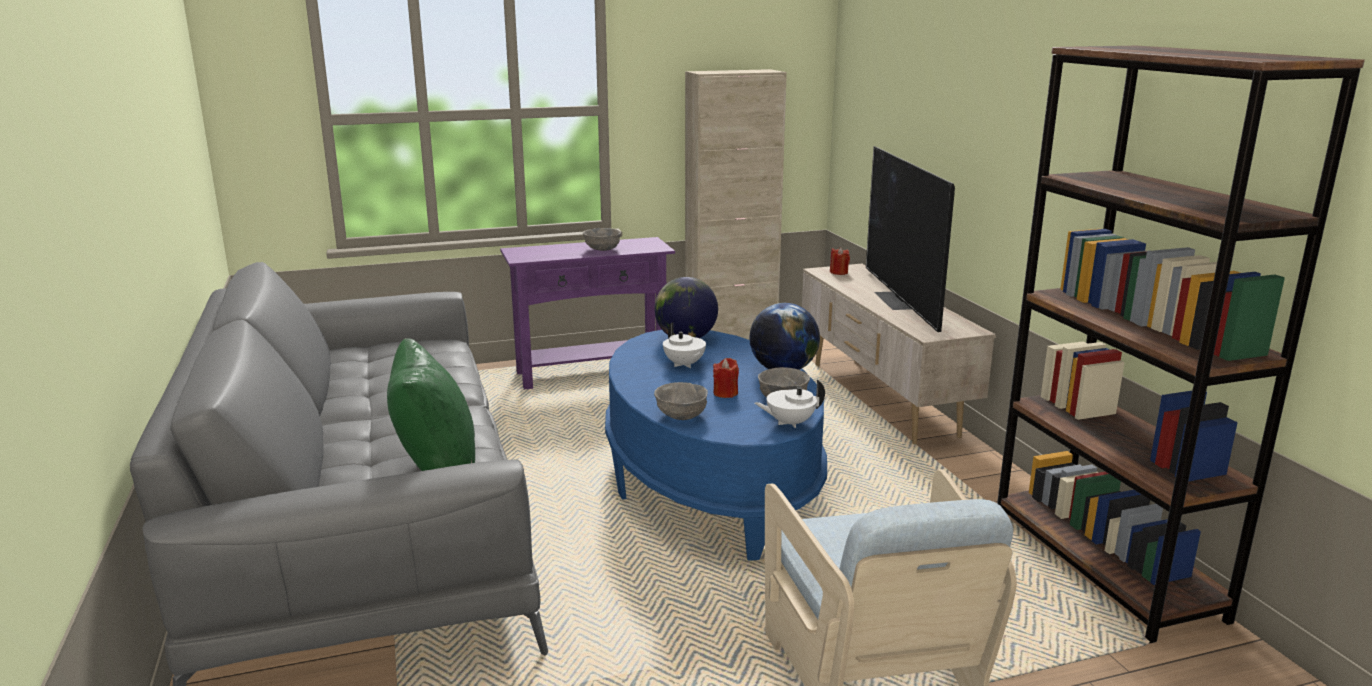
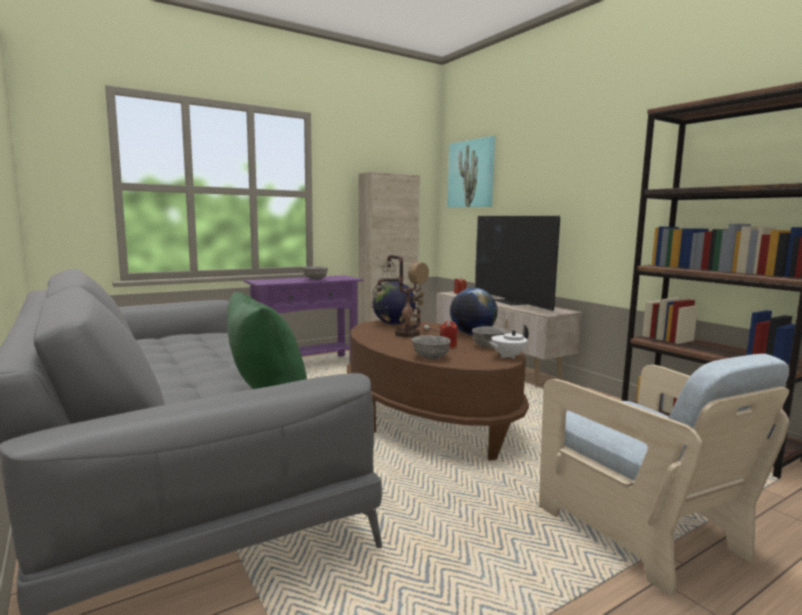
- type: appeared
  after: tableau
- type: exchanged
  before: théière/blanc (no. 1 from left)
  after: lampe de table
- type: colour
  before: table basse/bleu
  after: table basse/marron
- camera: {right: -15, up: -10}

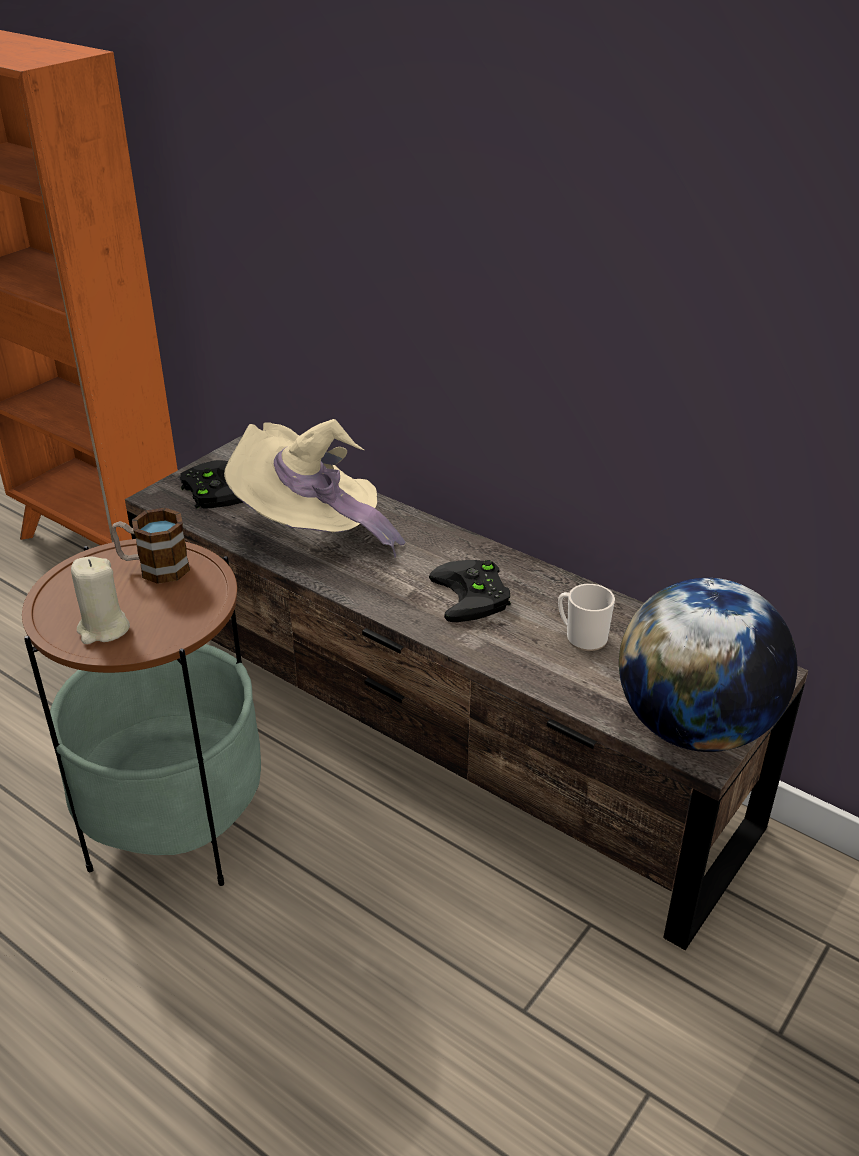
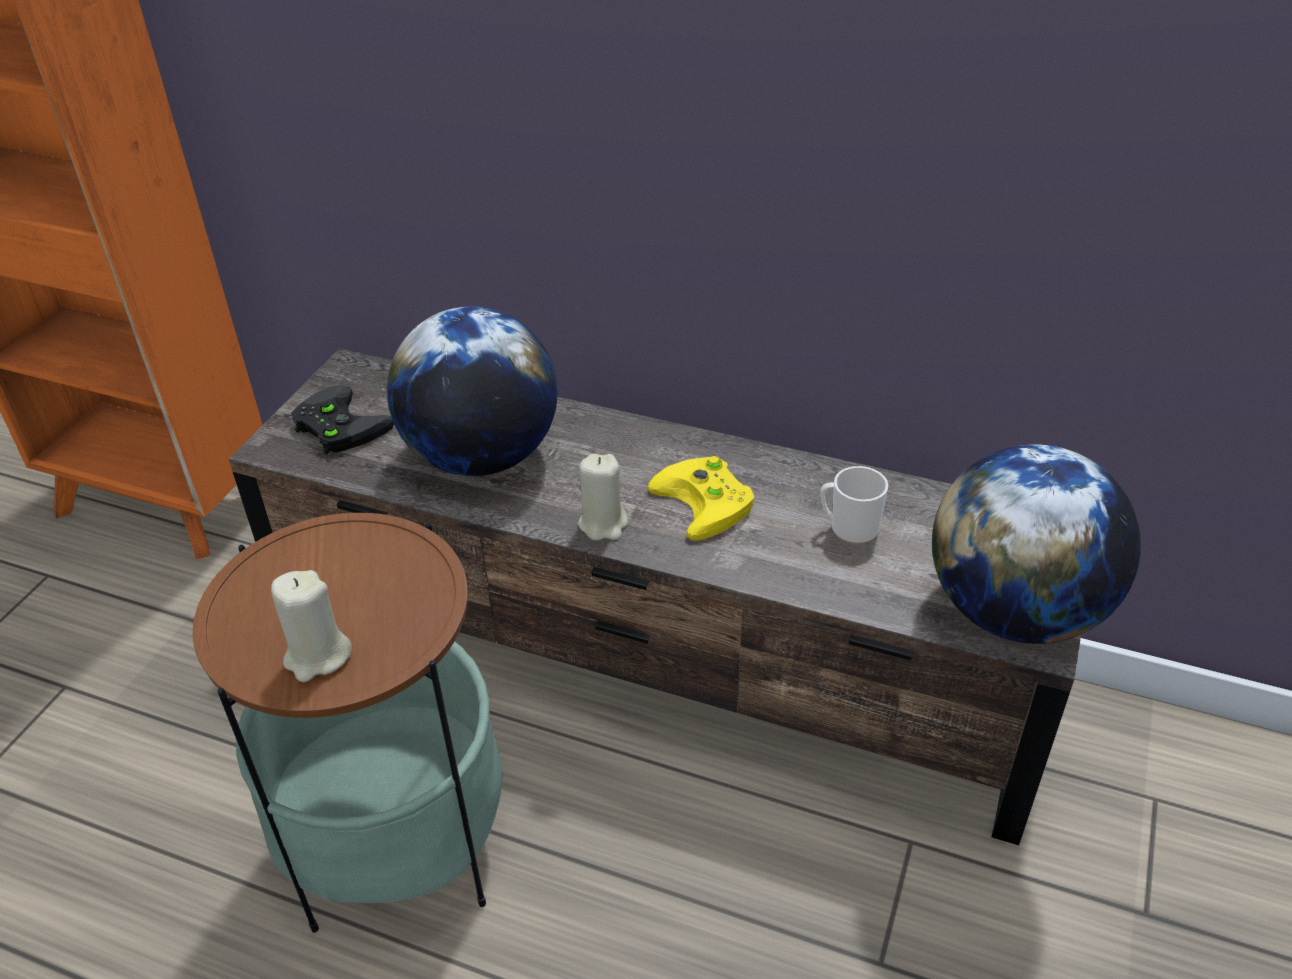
- type: missing
  before: mug (no. 1 from left)
- type: appeared
  after: bougie/beige (no. 2 from left)
- type: exchanged
  before: chapeau/beige
  after: globe (no. 1 from left)
- type: colour
  before: manette/noir (no. 2 from left)
  after: manette/jaune
- camera: {right: -15, up: 5}

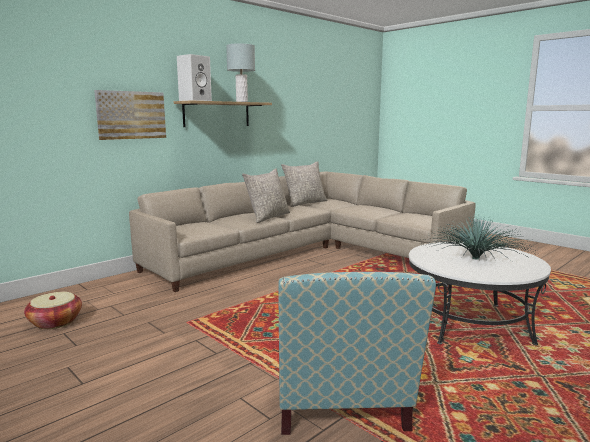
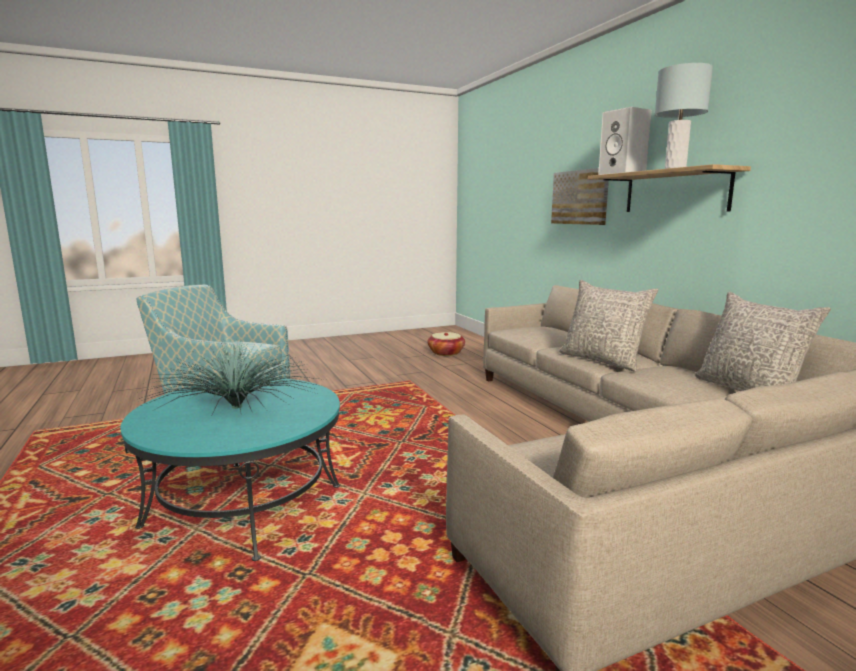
- type: colour
  before: table basse/blanc
  after: table basse/turquoise
- camera: {right: 110, up: 0}

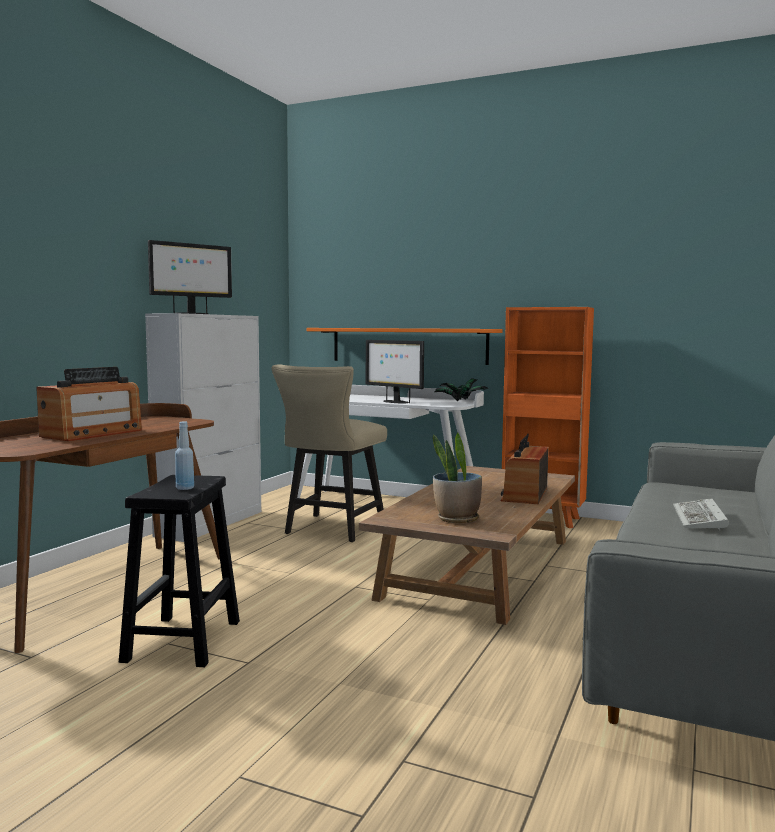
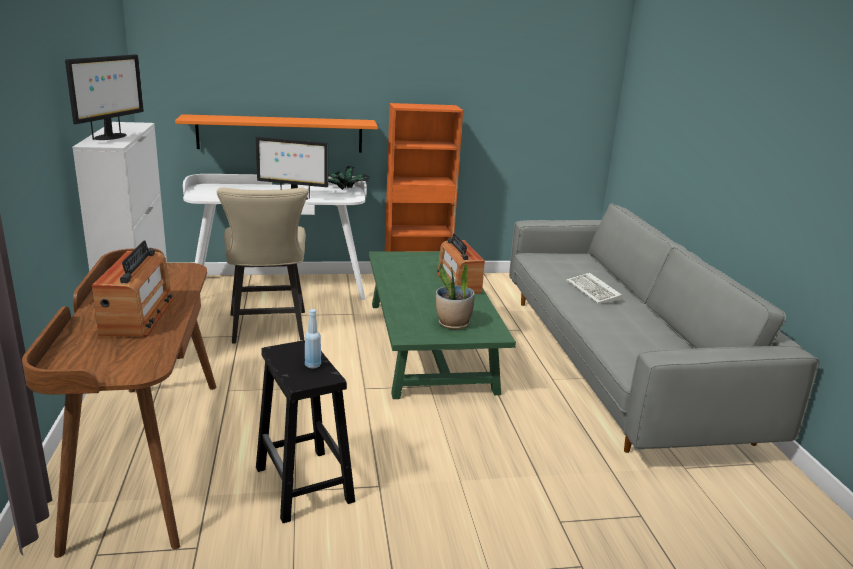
- type: colour
  before: table basse/marron
  after: table basse/vert
- camera: {right: -35, up: 15}

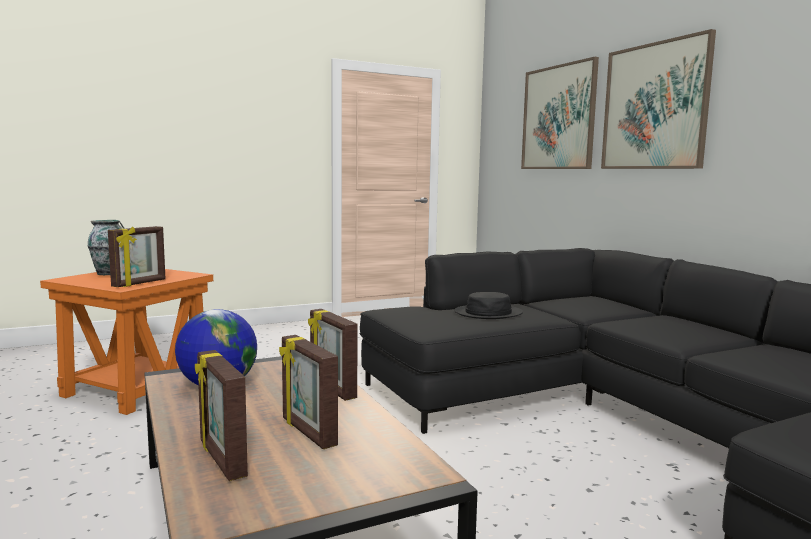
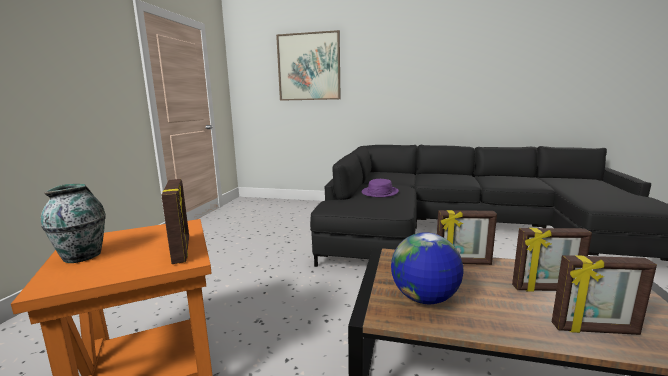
- type: missing
  before: tableau (no. 2 from left)
- type: colour
  before: chapeau/noir
  after: chapeau/violet
- camera: {right: -50, up: 5}

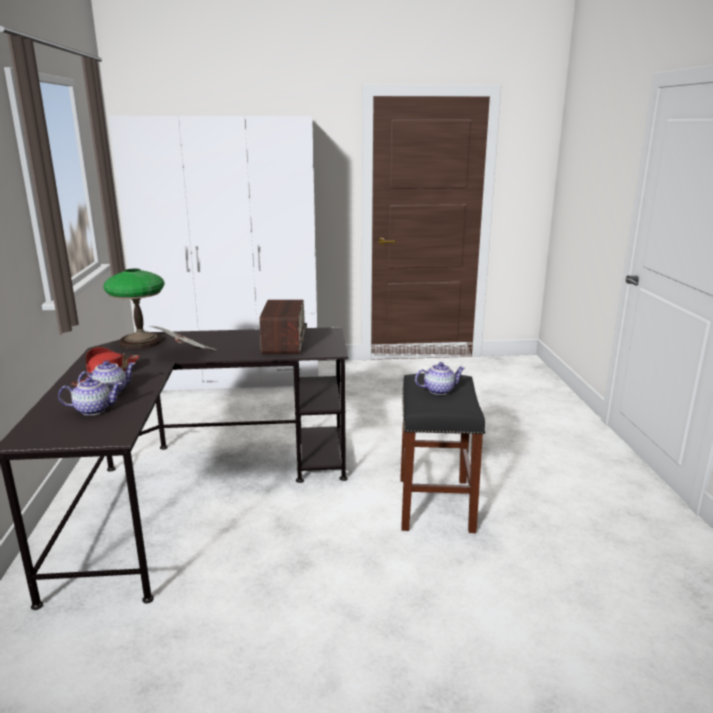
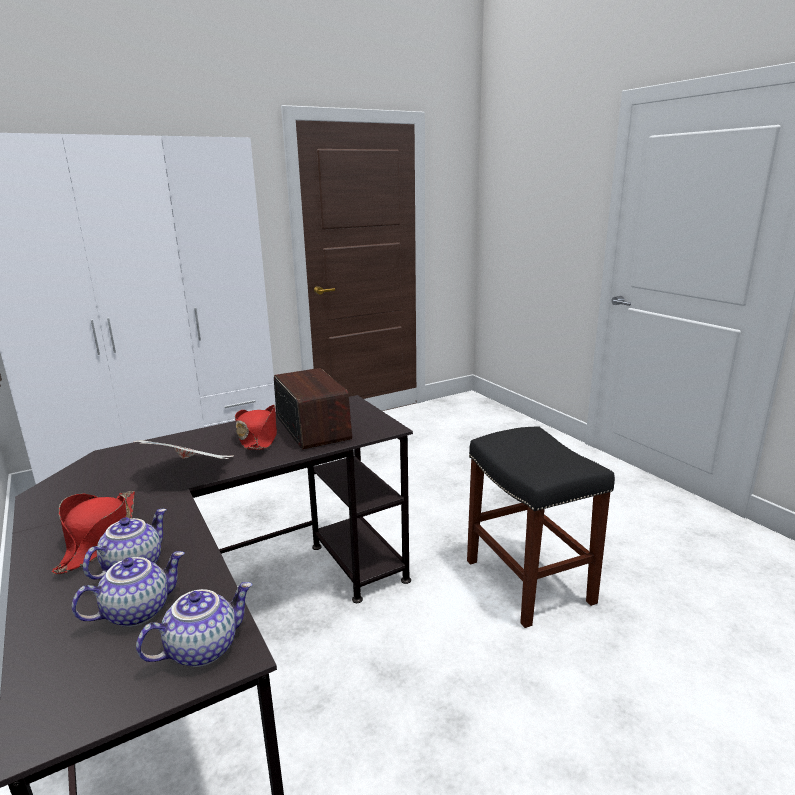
- type: missing
  before: lampe de table
- type: appeared
  after: chapeau/rouge (no. 2 from left)
- type: relocated
  before: théière (no. 3 from left)
- camera: {right: -25, up: 0}

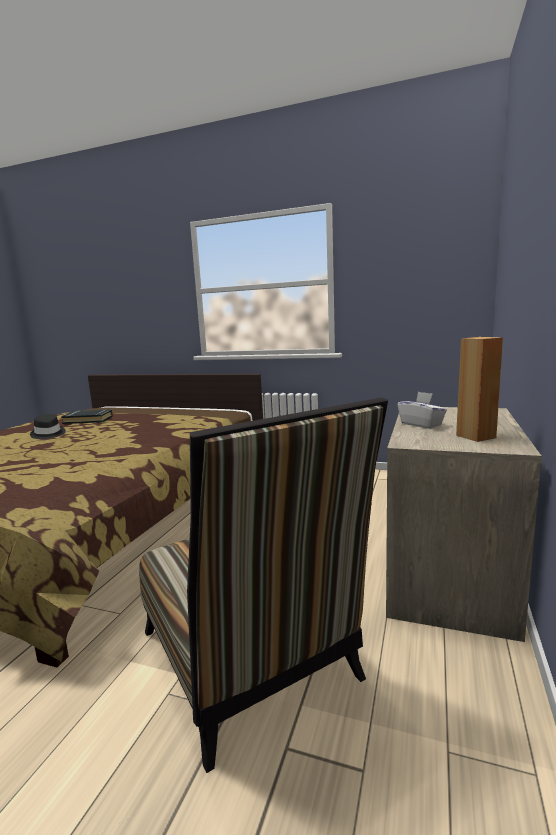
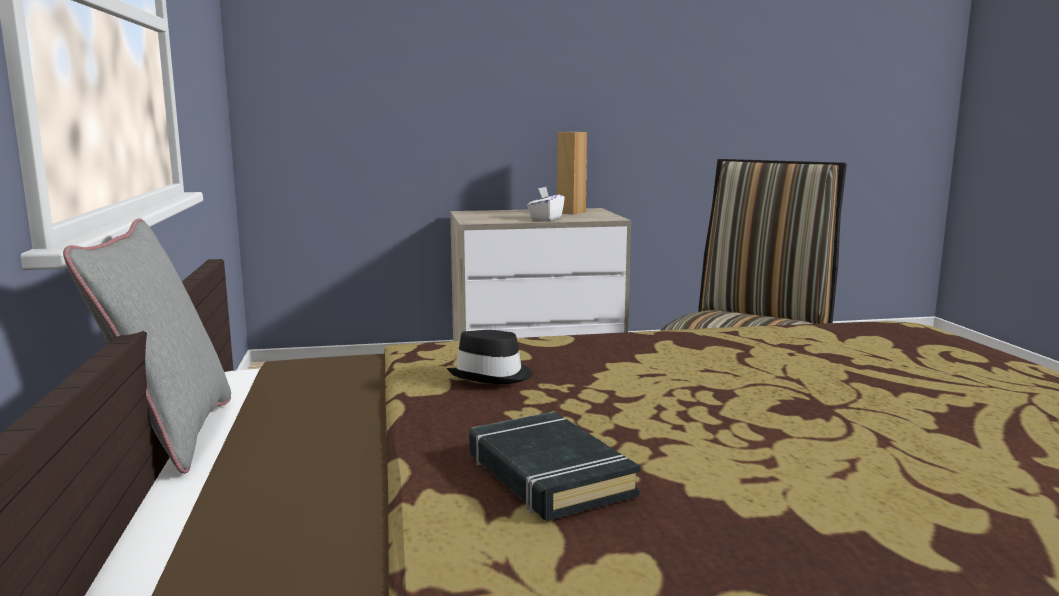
- type: appeared
  after: coussin/gris
- type: relocated
  before: chapeau/noir
- camera: {right: -120, up: 0}

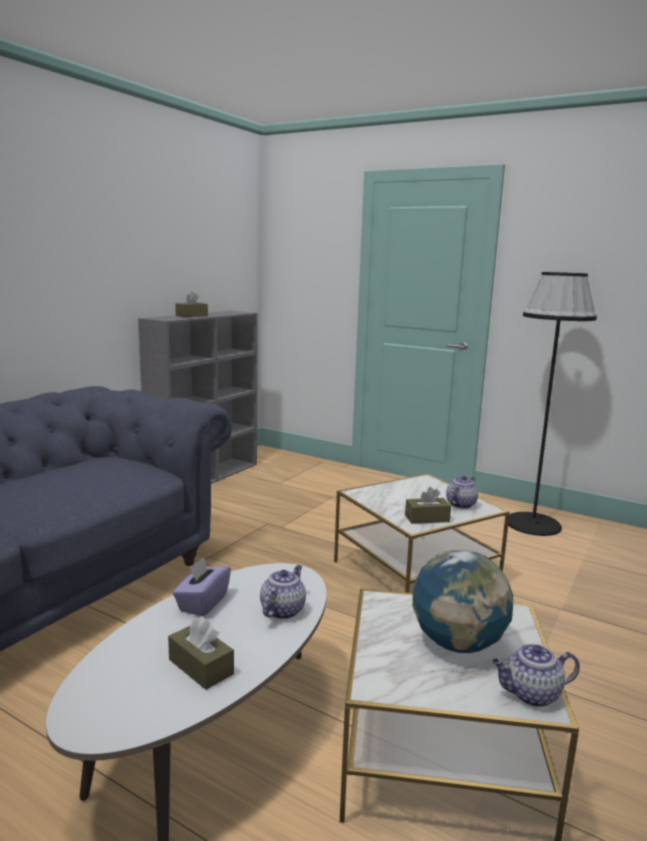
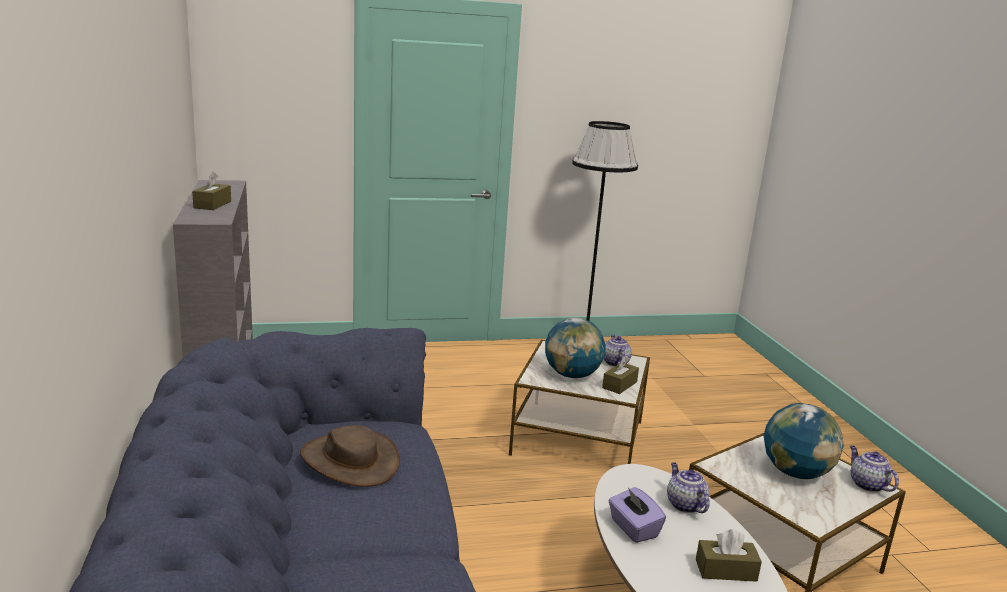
- type: appeared
  after: chapeau/marron
- type: appeared
  after: globe (no. 1 from left)
- type: spun
  before: théière (no. 3 from left)
  turn: 120
- camera: {right: -45, up: 5}

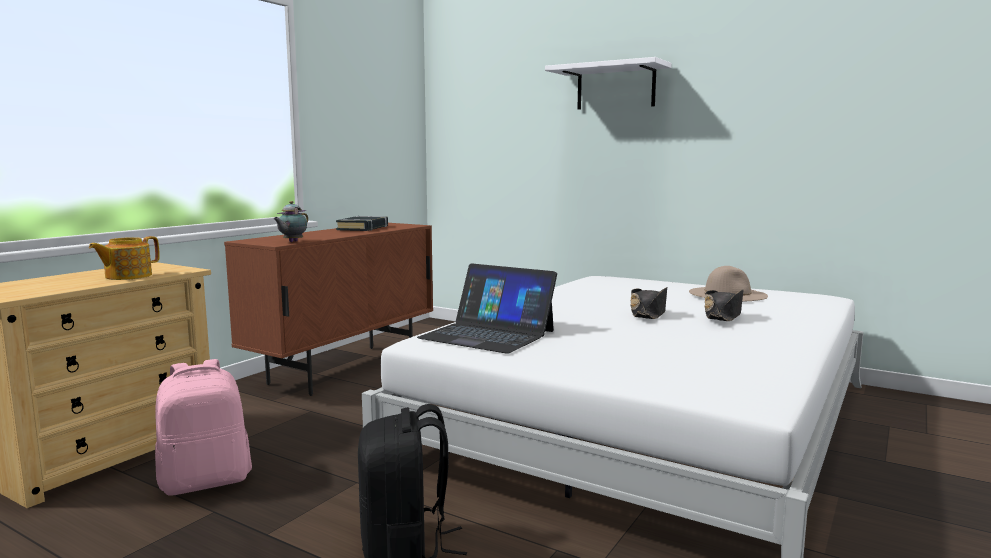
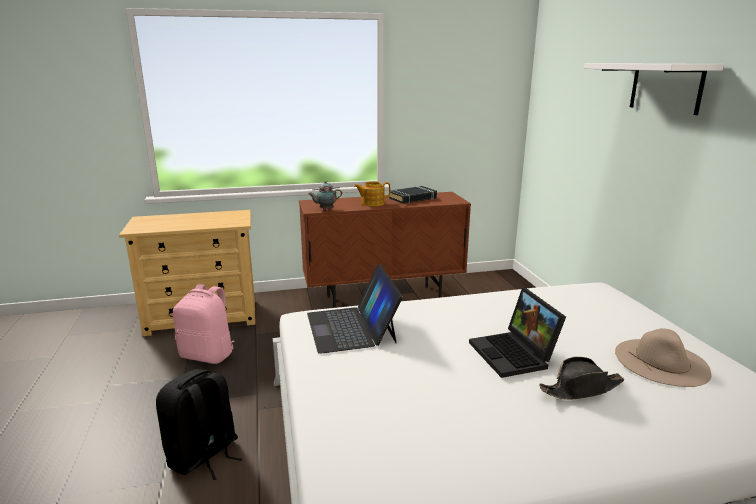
- type: relocated
  before: théière (no. 1 from left in the first image)
  after: théière (no. 2 from left)
- type: exchanged
  before: chapeau/noir (no. 1 from left)
  after: ordinateur portable (no. 2 from left)
- camera: {right: 45, up: 10}

